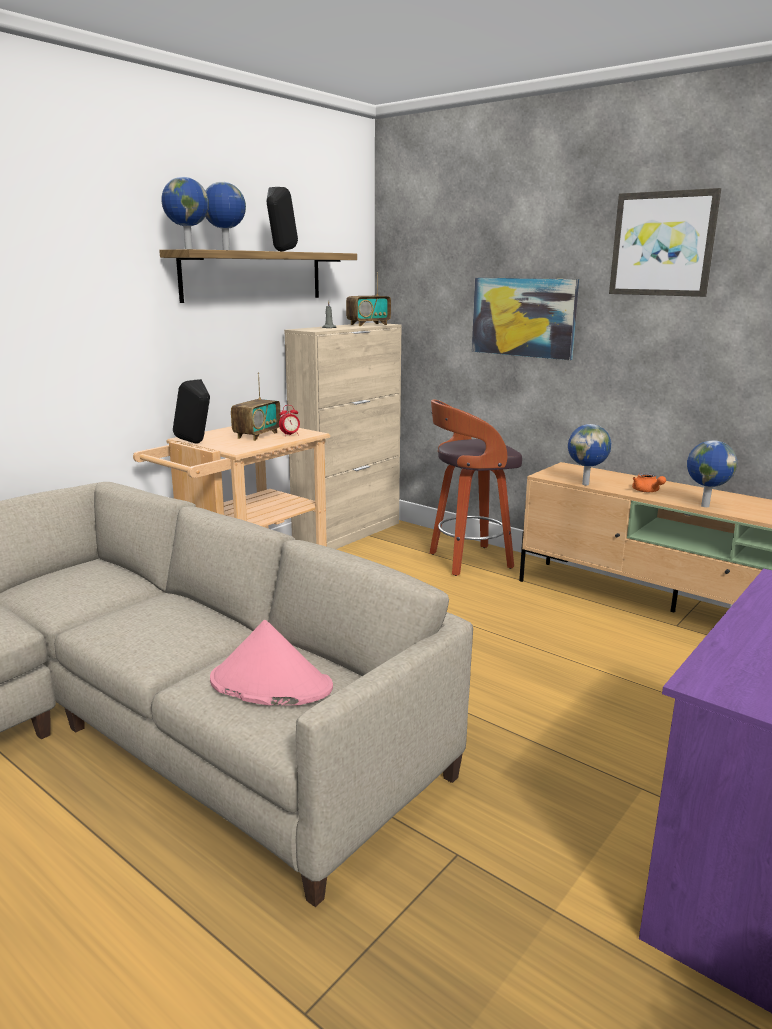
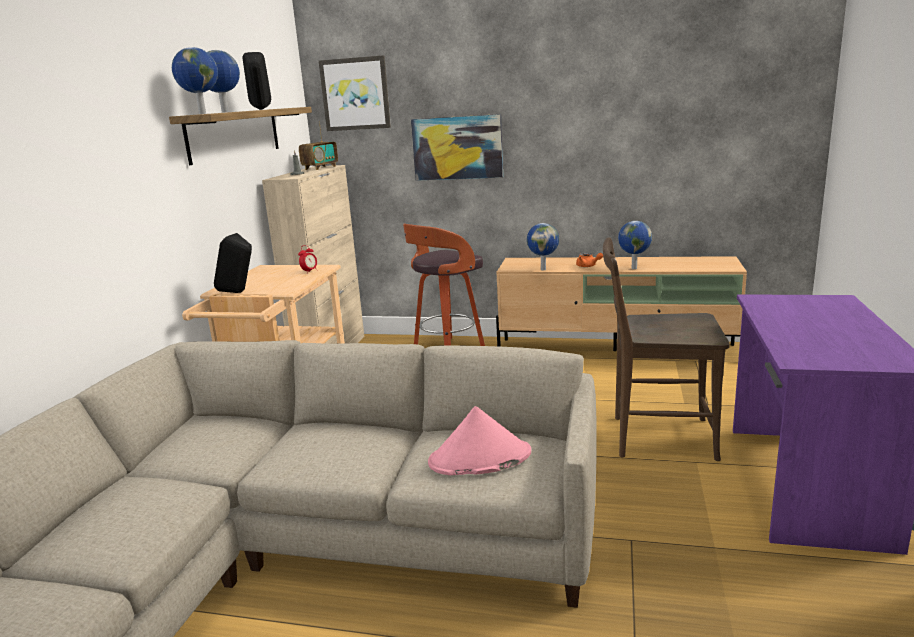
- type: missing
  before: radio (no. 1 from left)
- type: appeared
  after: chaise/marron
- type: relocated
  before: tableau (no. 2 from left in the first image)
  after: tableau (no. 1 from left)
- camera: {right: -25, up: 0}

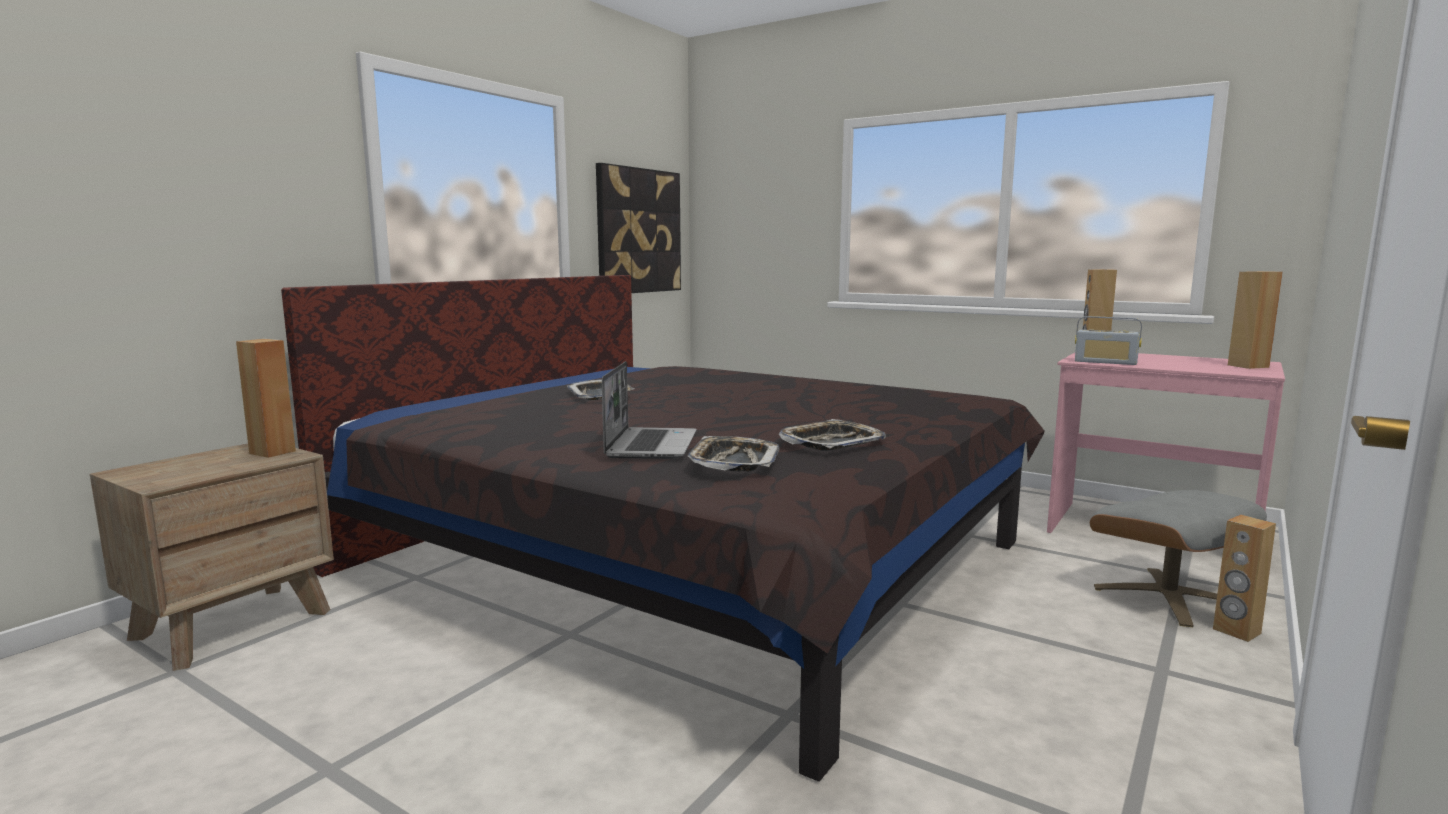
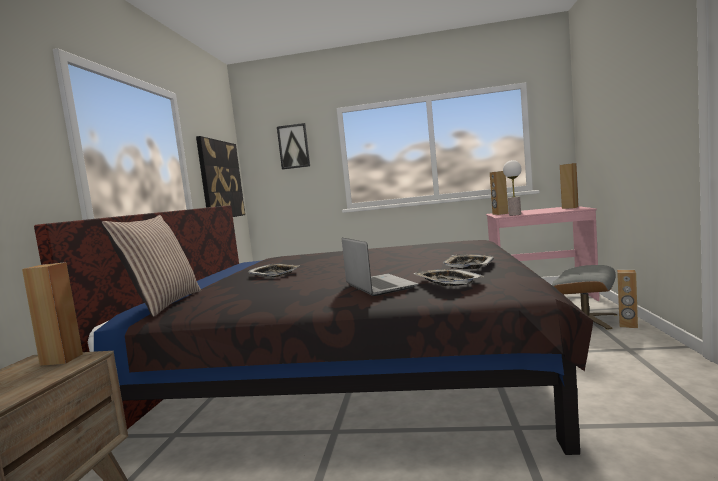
- type: appeared
  after: coussin
- type: appeared
  after: tableau (no. 2 from left)
- type: exchanged
  before: radio
  after: lampe de table
- camera: {right: -25, up: -5}

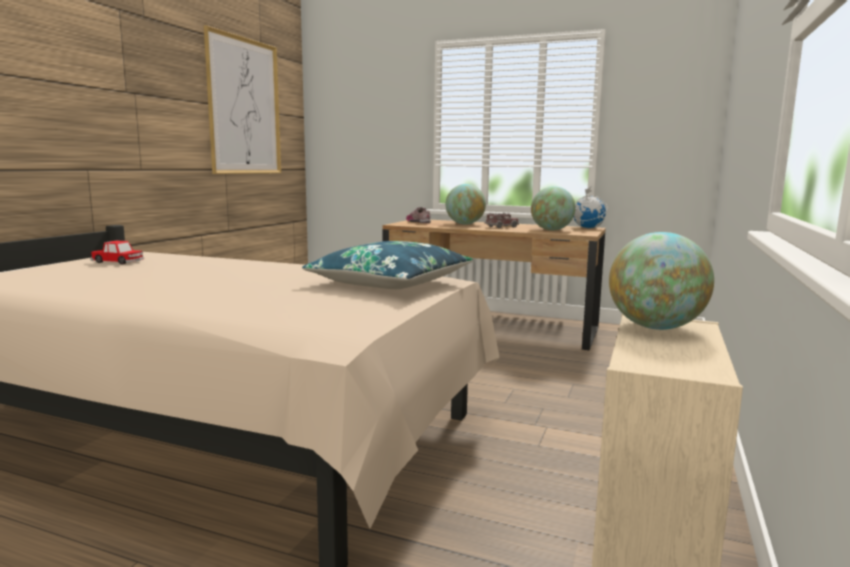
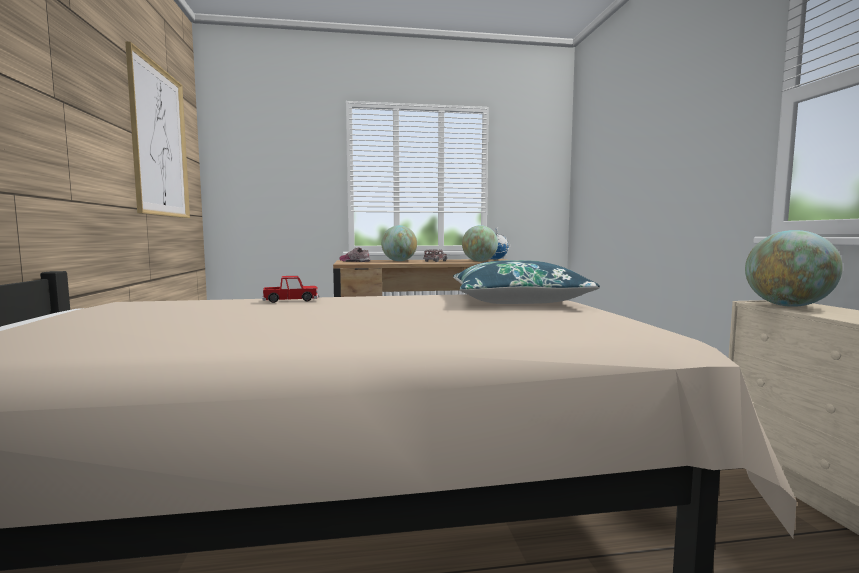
- type: relocated
  before: petite voiture
- camera: {right: -30, up: -5}

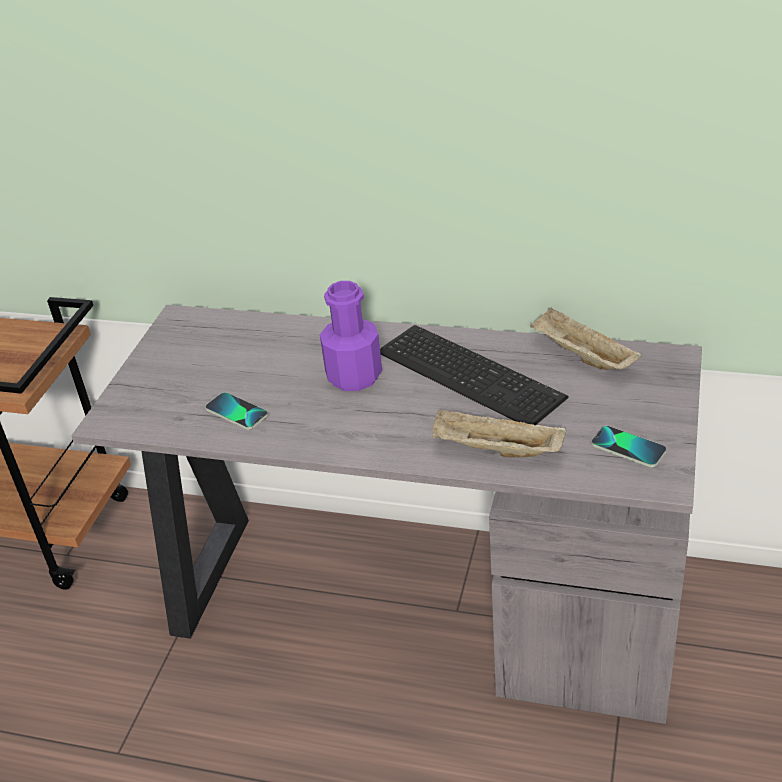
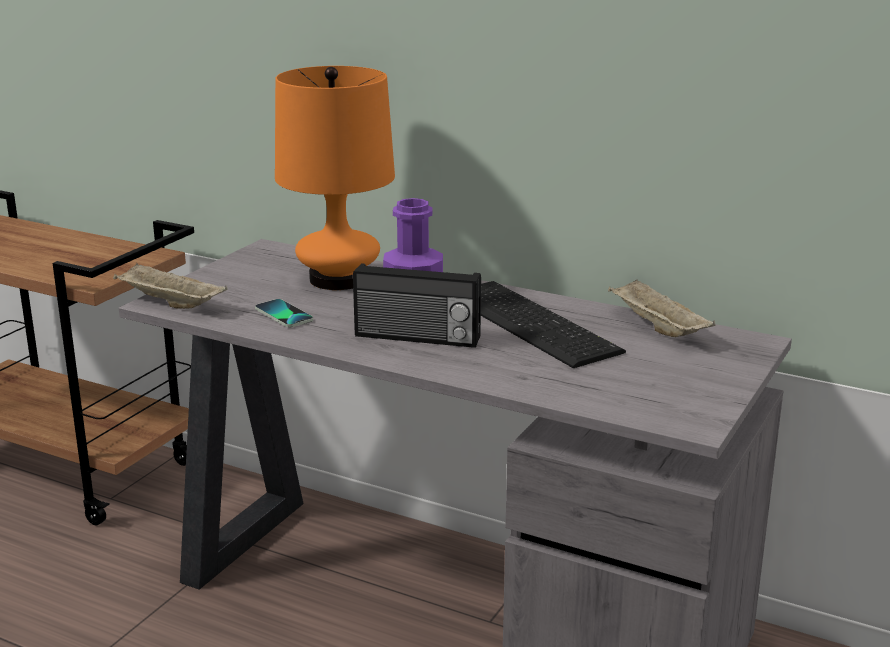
- type: missing
  before: téléphone (no. 2 from left)
- type: appeared
  after: lampe de table/orange
- type: appeared
  after: radio
- type: relocated
  before: plateau/beige (no. 1 from left)
- camera: {right: 10, up: -15}

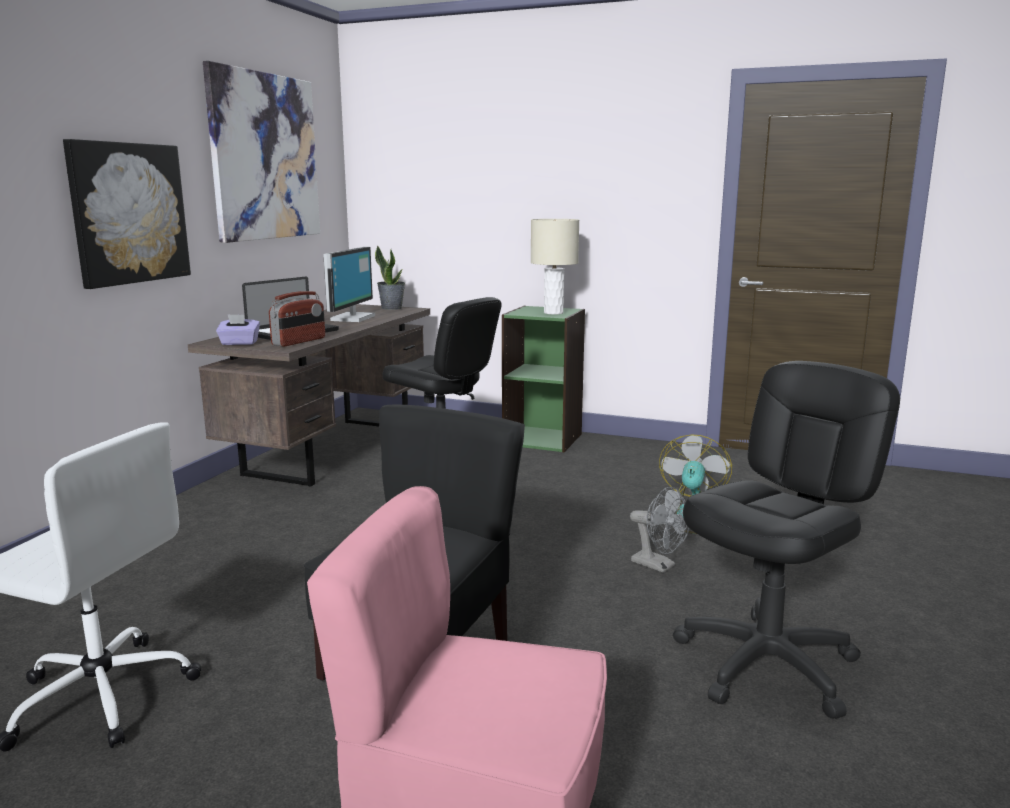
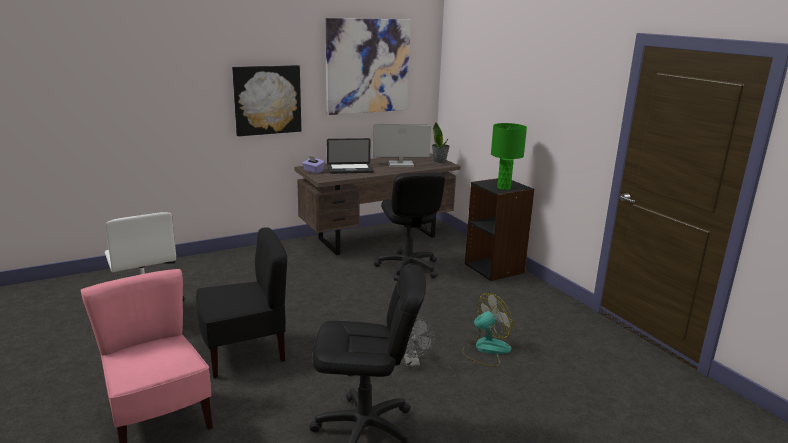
- type: missing
  before: radio
- type: colour
  before: bibliothèque/vert
  after: bibliothèque/noir
- type: colour
  before: lampe de table/beige
  after: lampe de table/vert
- type: spun
  before: écran d'ordinateur
  turn: -150
- camera: {right: 40, up: 5}

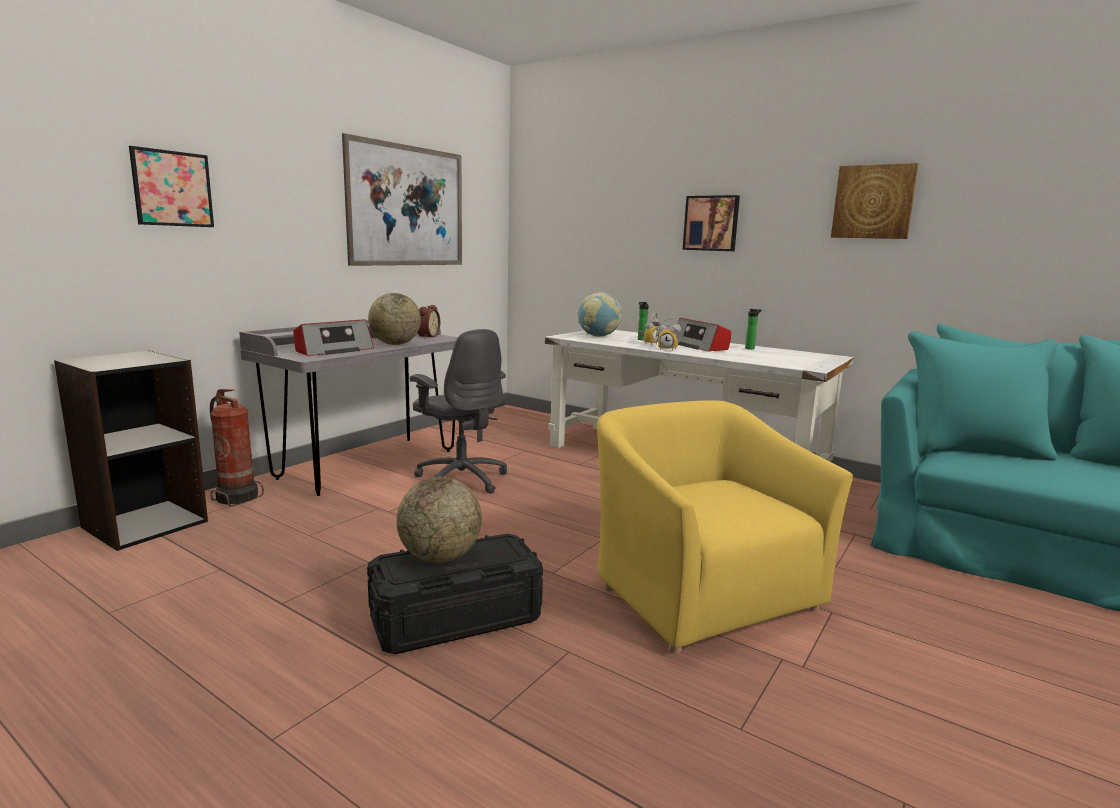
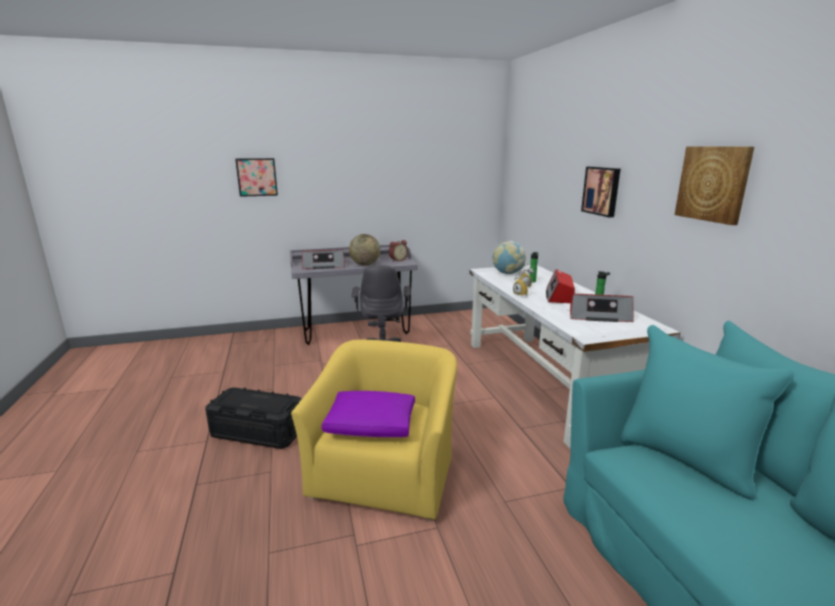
- type: missing
  before: bibliothèque/noir
- type: missing
  before: extincteur
- type: missing
  before: tableau (no. 2 from left)
- type: missing
  before: globe (no. 2 from left)
- type: appeared
  after: coussin/violet
- type: appeared
  after: radio (no. 3 from left)
- camera: {right: 40, up: 5}

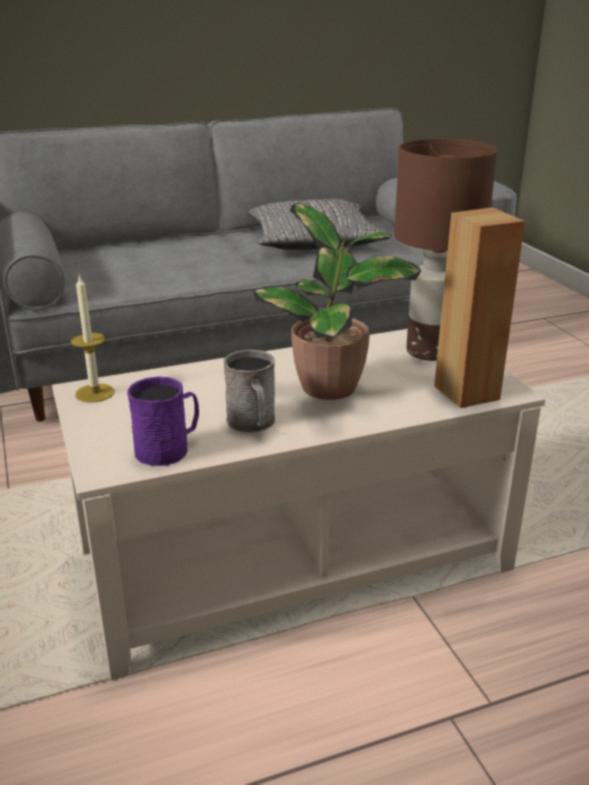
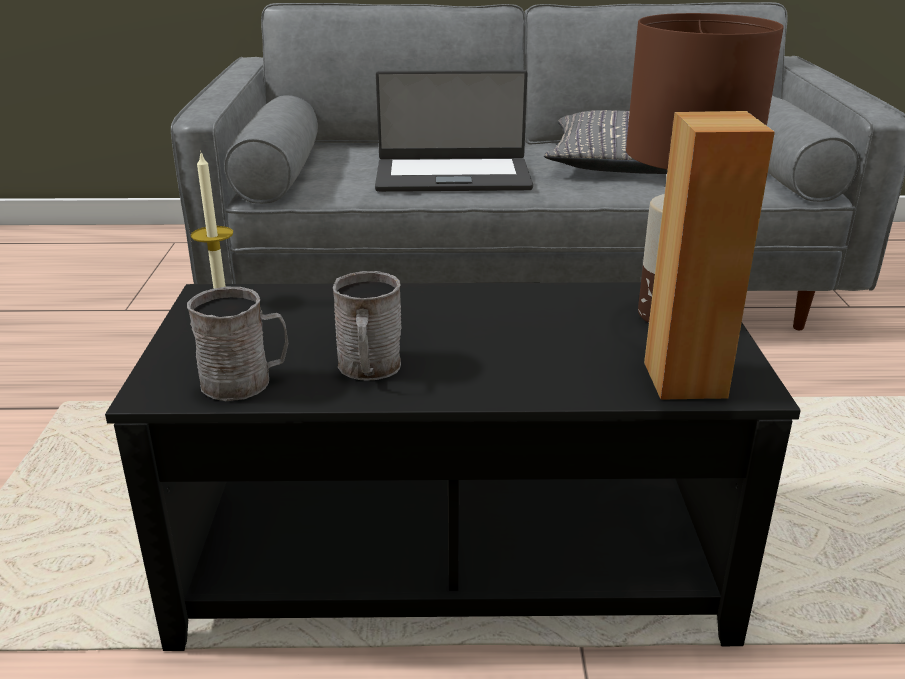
- type: missing
  before: plante en pot
- type: appeared
  after: ordinateur portable
- type: colour
  before: table basse/beige
  after: table basse/noir
- type: colour
  before: mug/violet
  after: mug/gris (no. 1 from left)
- camera: {right: 20, up: 0}

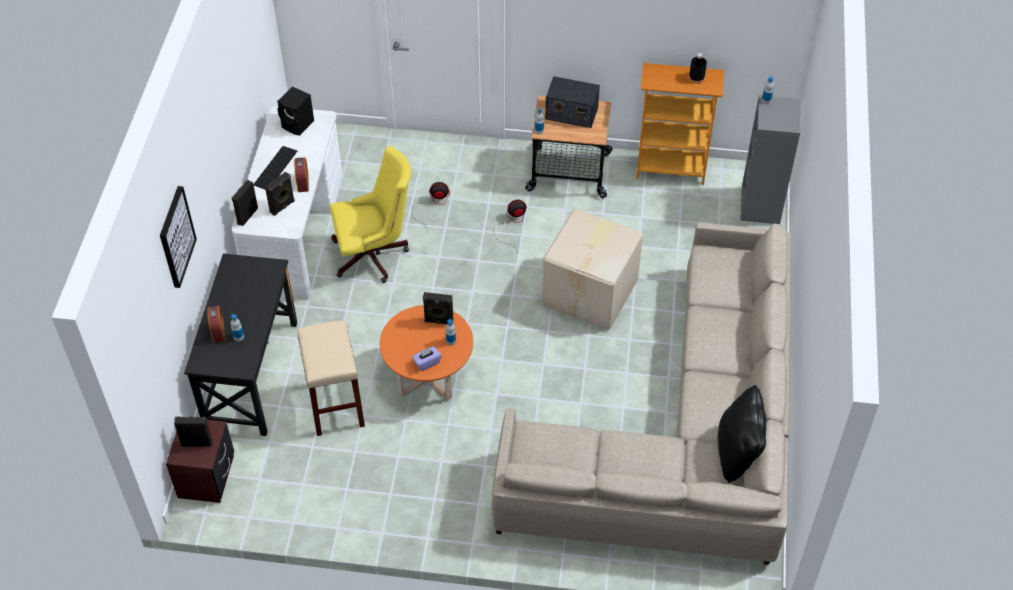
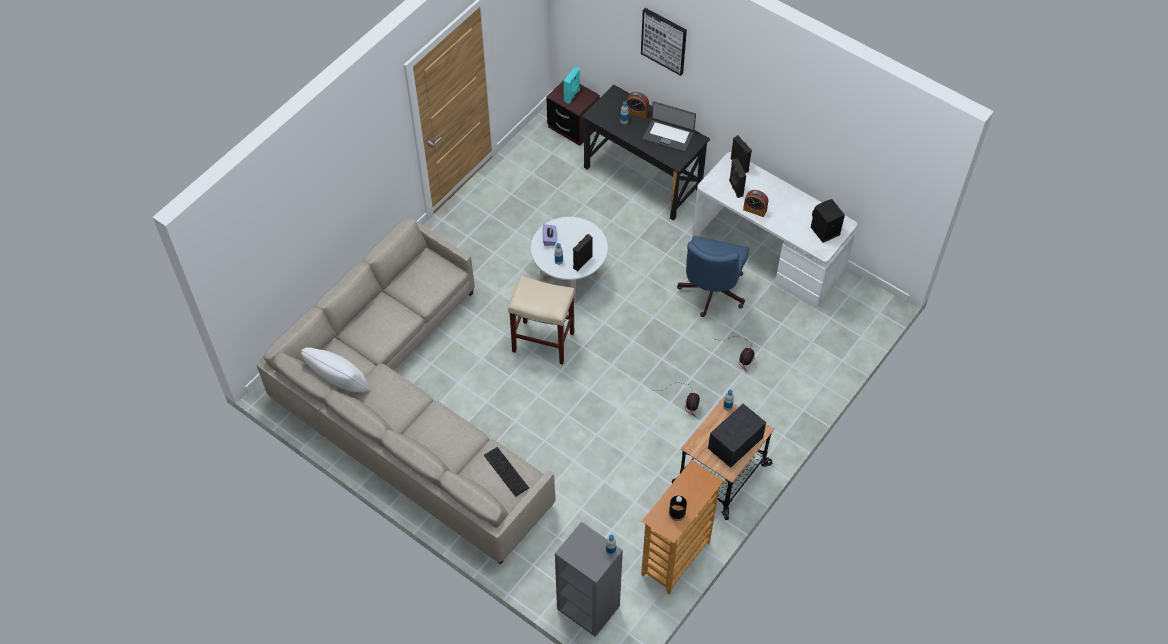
- type: missing
  before: carton
- type: appeared
  after: ordinateur portable
- type: relocated
  before: clavier
- type: relocated
  before: tabouret/beige
- type: colour
  before: enceinte/noir (no. 1 from left)
  after: enceinte/turquoise
- type: colour
  before: chaise de bureau/jaune
  after: chaise de bureau/bleu
- type: colour
  before: table basse/orange
  after: table basse/blanc
- type: colour
  before: coussin/noir
  after: coussin/blanc
- camera: {right: 120, up: 5}

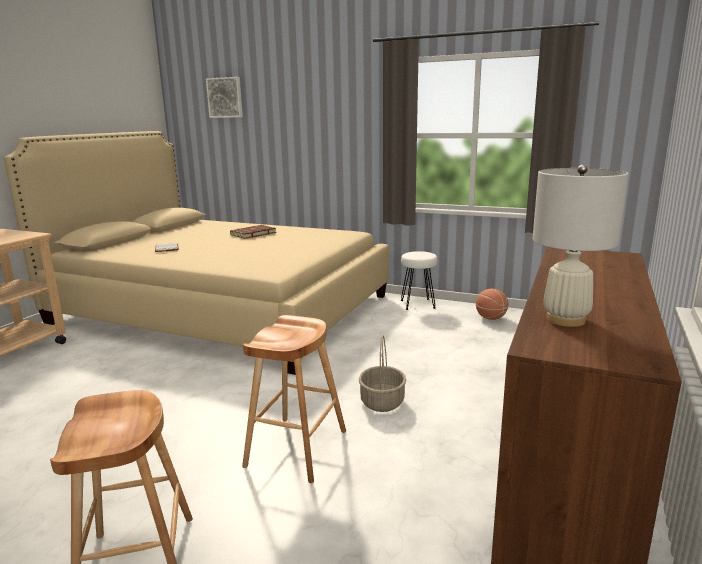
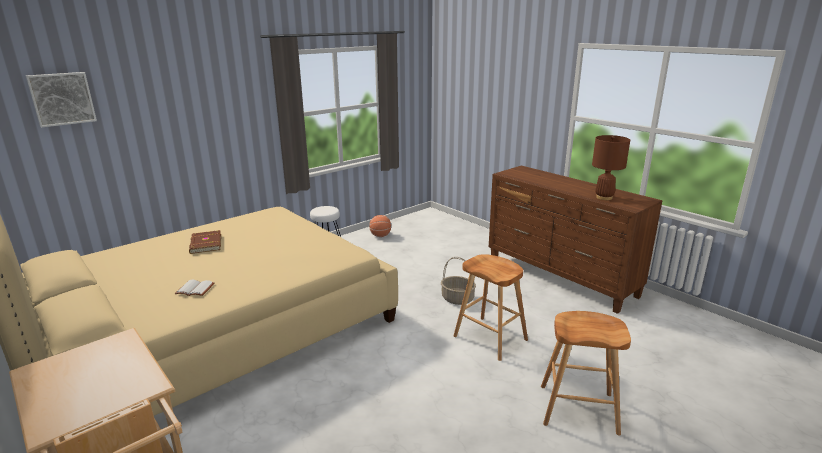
- type: colour
  before: lampe de table/blanc
  after: lampe de table/marron
- camera: {right: -65, up: 5}

